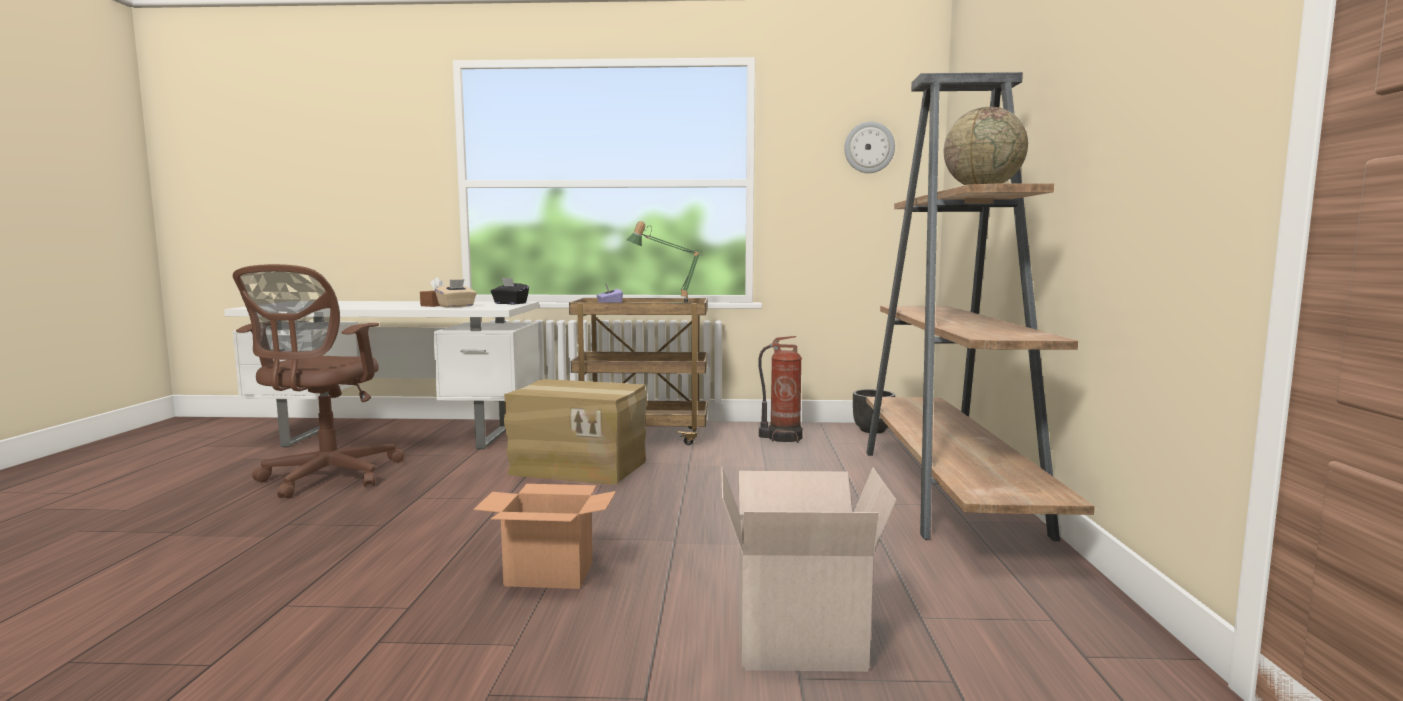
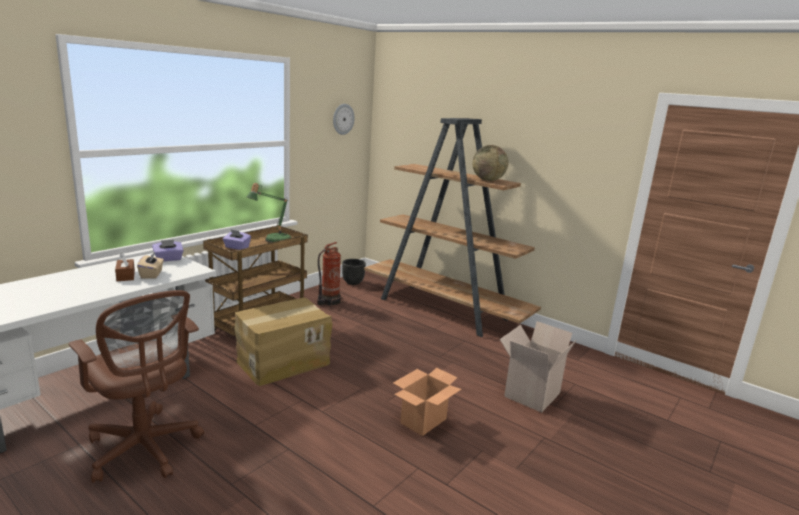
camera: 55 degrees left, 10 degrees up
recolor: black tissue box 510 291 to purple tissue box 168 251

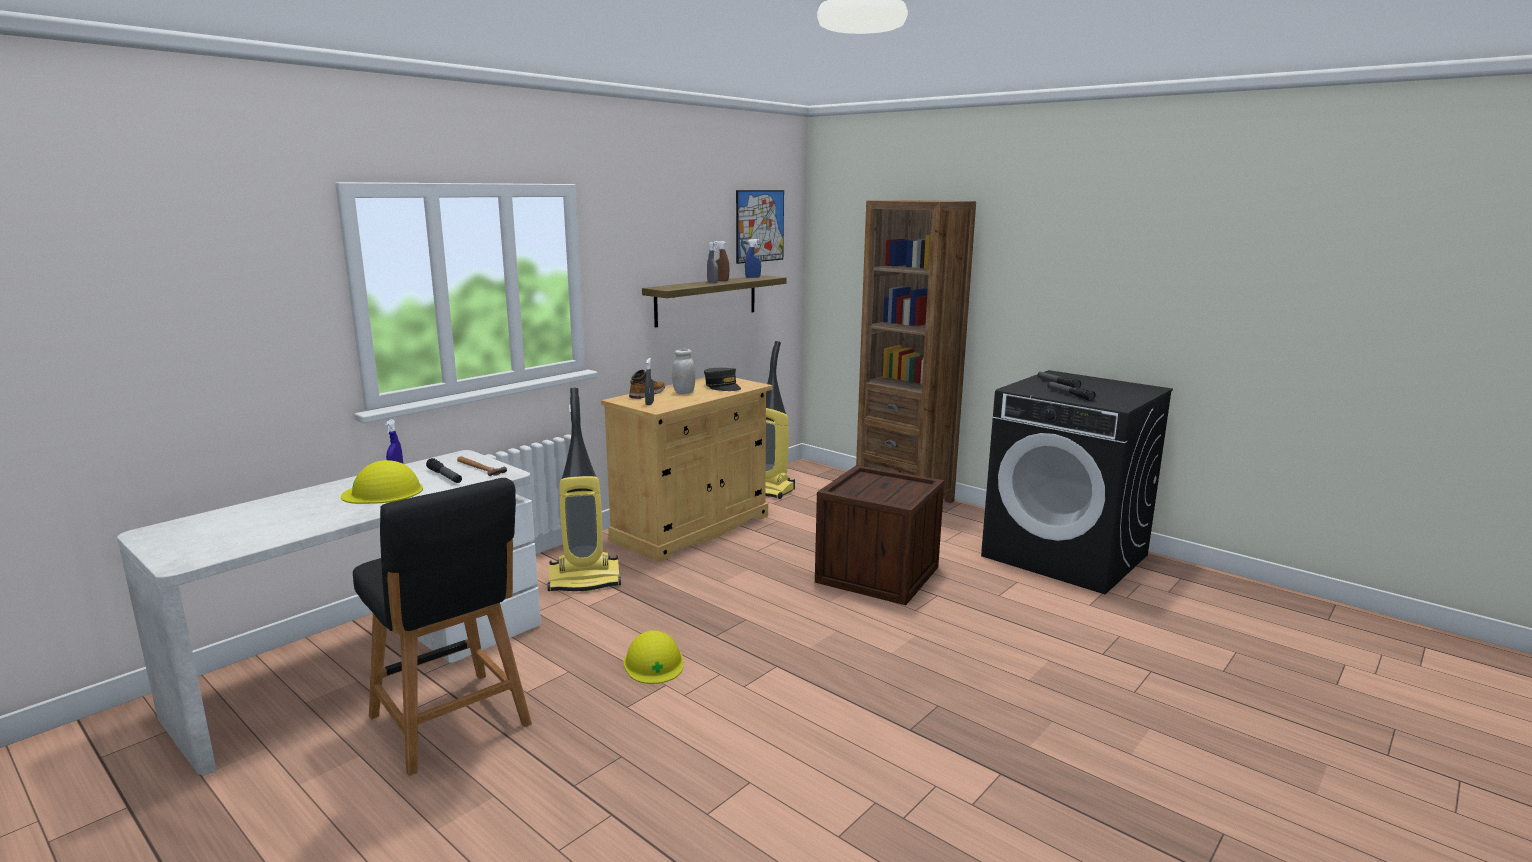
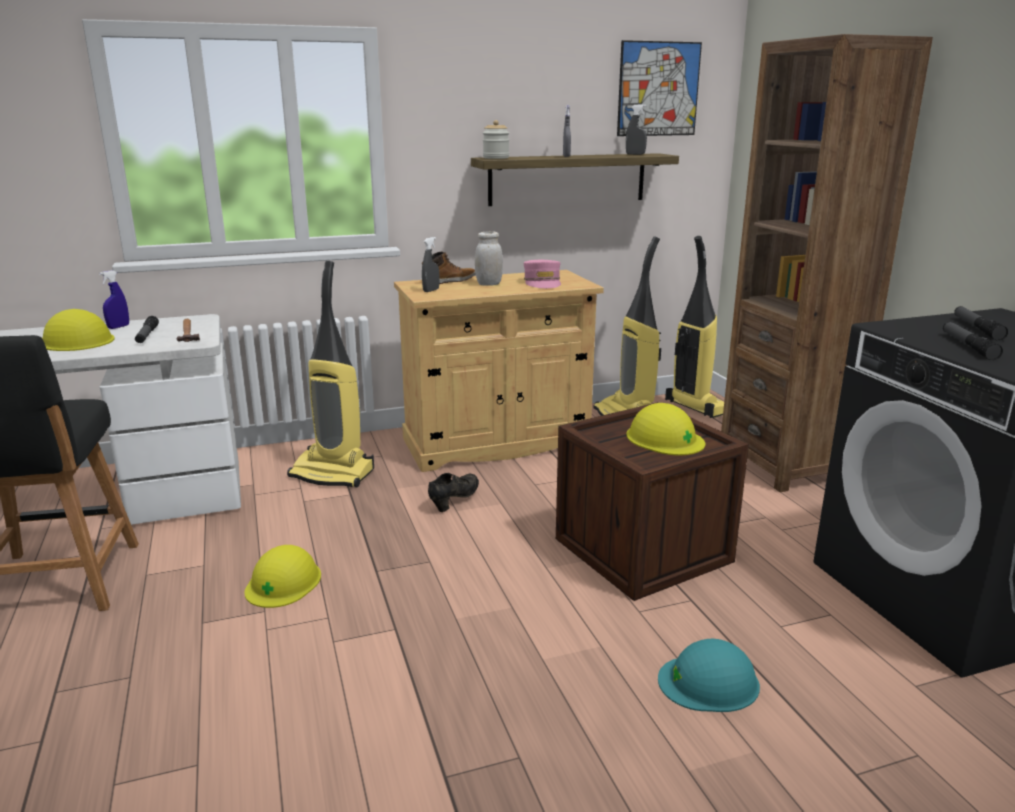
camera: 30 degrees right, 5 degrees up
delete: brown spray bottle 721 261
insert: black shoe 453 492; jar 496 139; yellow hard hat 665 429; turquoise hard hat 709 675; vacuum cleaner 694 327
recolor: grey cap 722 379 to pink cap 542 274; blue spray bottle 753 258 to grey spray bottle 636 129

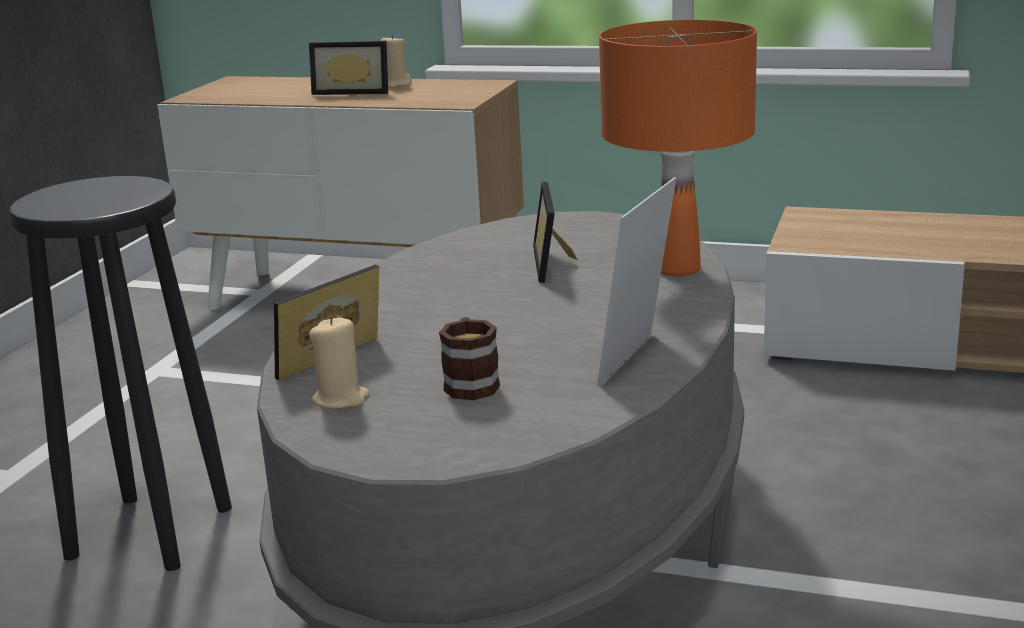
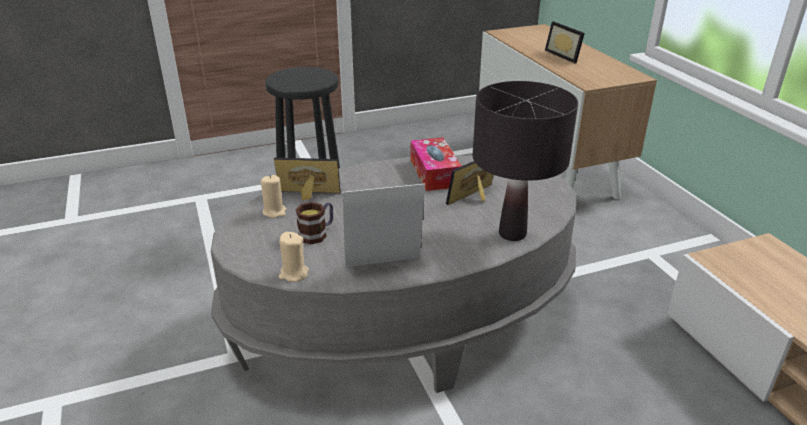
camera: 50 degrees right, 10 degrees up
insert: tissue box 436 164
move: beige candle 396 61 to 294 257
recolor: orange table lamp 678 148 to black table lamp 525 161

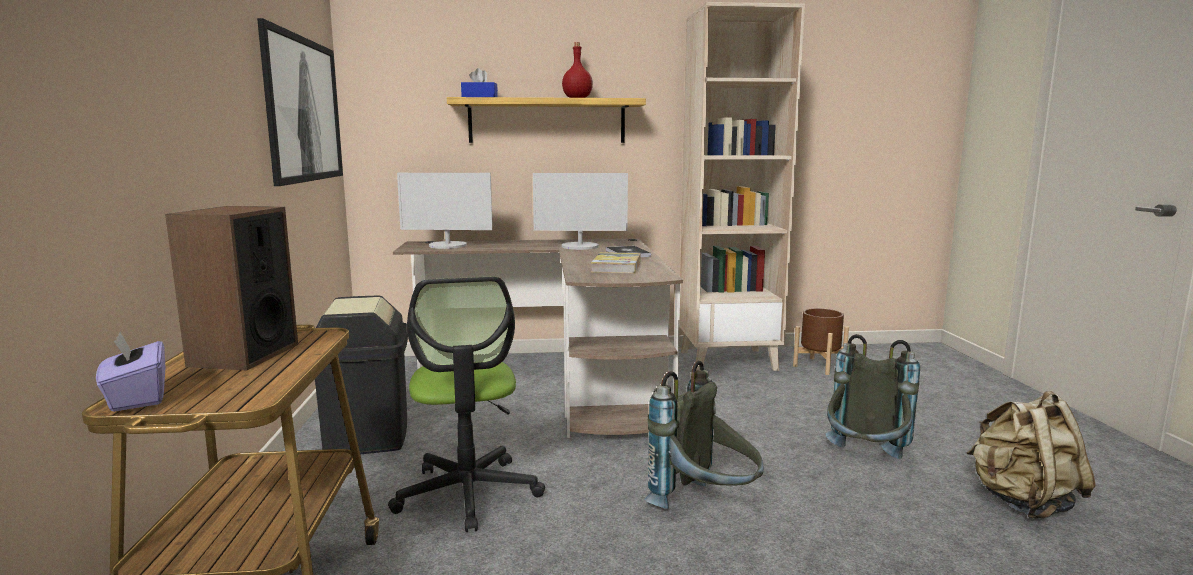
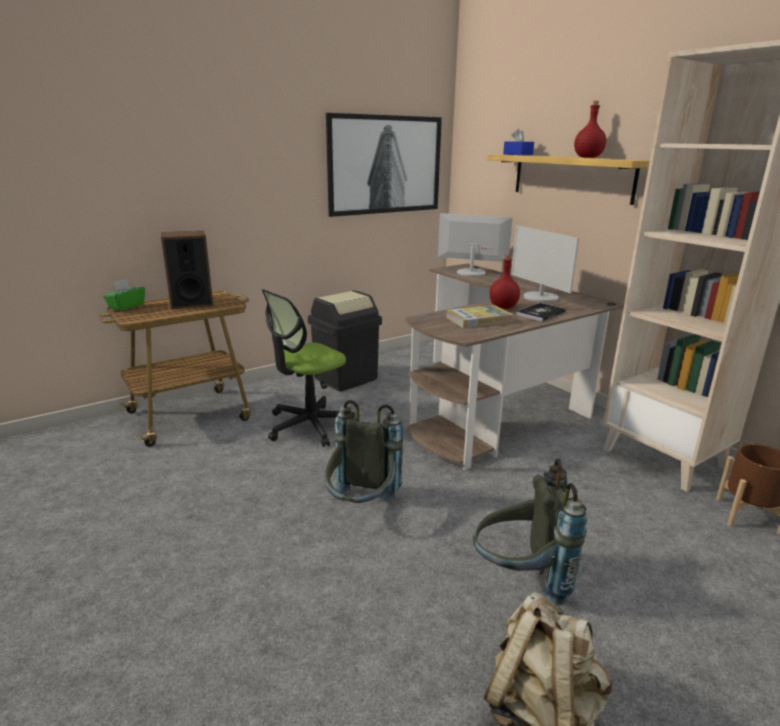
camera: 60 degrees right, 10 degrees up
insert: red bottle 504 282
recolor: purple tissue box 130 372 to green tissue box 124 295
rotate: monitor 445 211 = 475 245 135 degrees clockwise

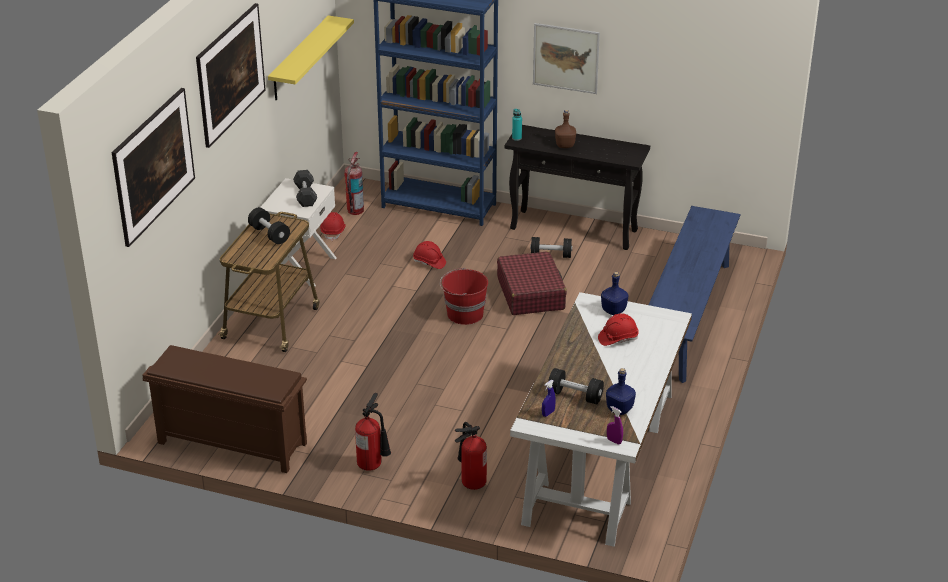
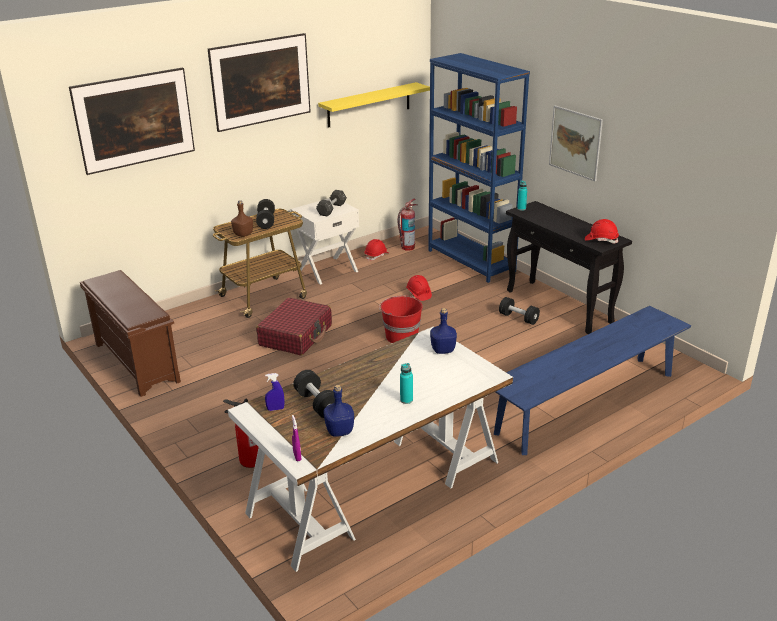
camera: 35 degrees right, 5 degrees down
delete: fire extinguisher 373 432
insert: turquoise bottle 406 383
move: brown bottle 565 129 to 242 218; red suitcase 532 283 to 294 326; red hard hat 618 329 to 602 231

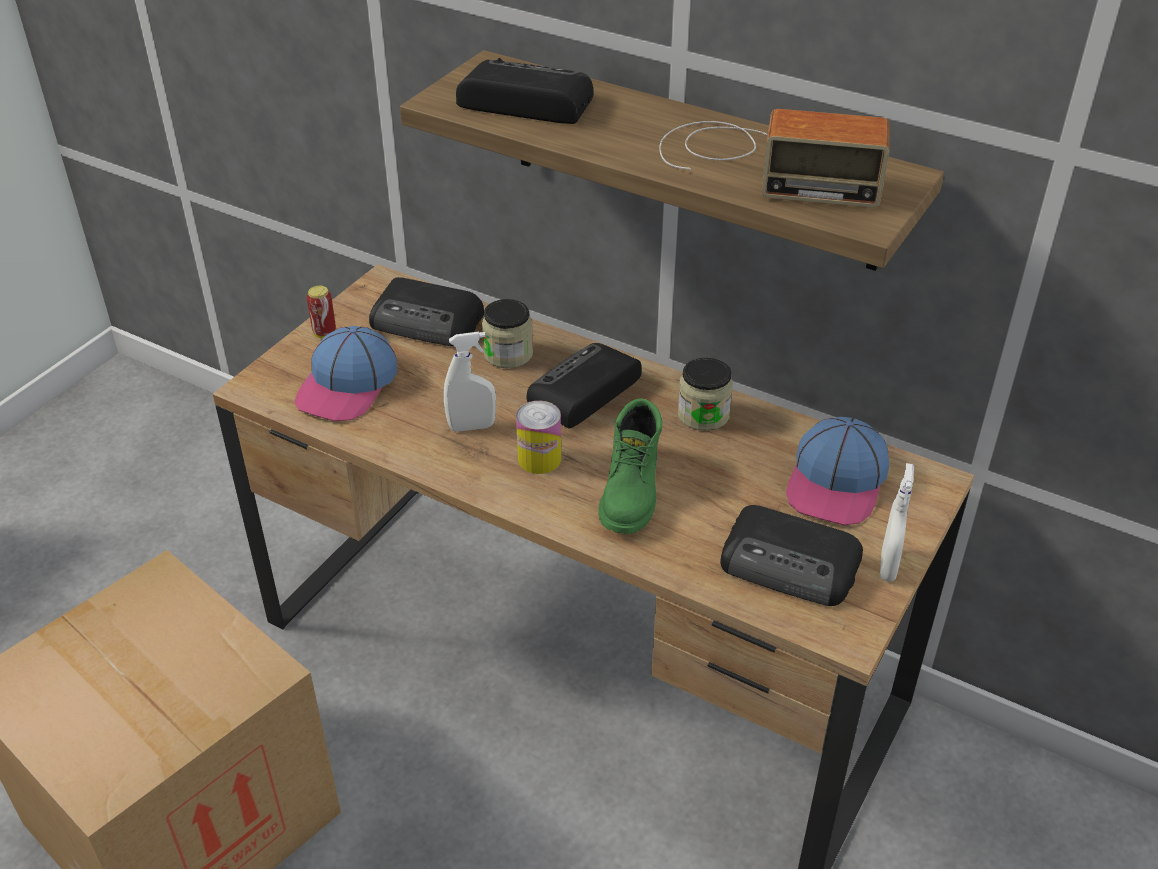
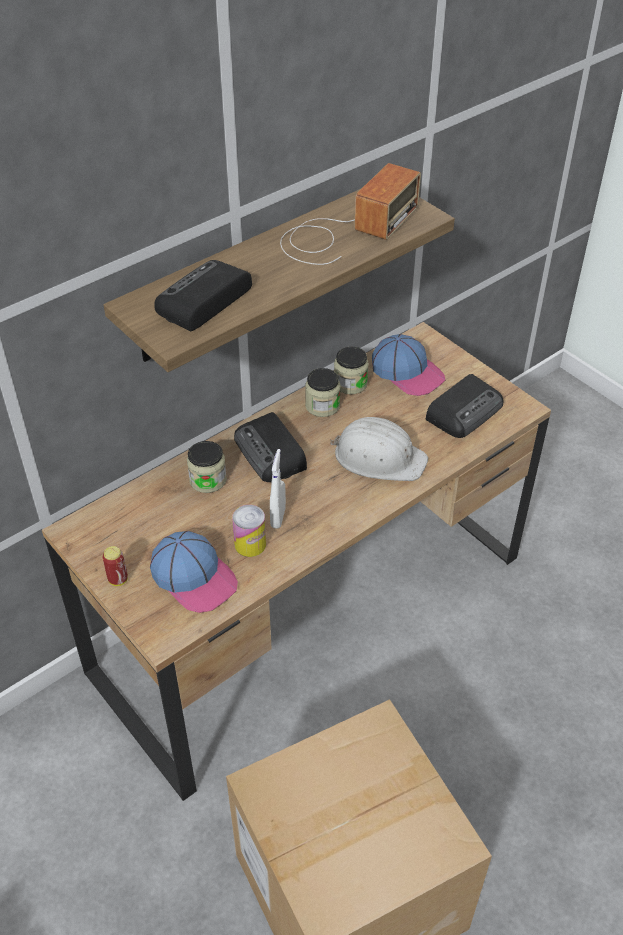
camera: 70 degrees left, 5 degrees up
delete: radio 426 311; white spray bottle 897 522
insert: jar 351 370
move: can 538 437 to 249 531
replace: green boot 630 466 to white hard hat 379 449

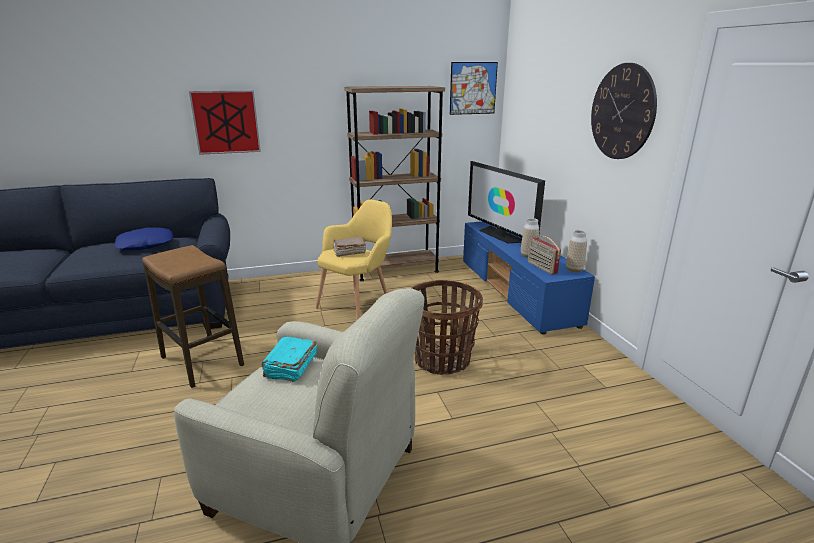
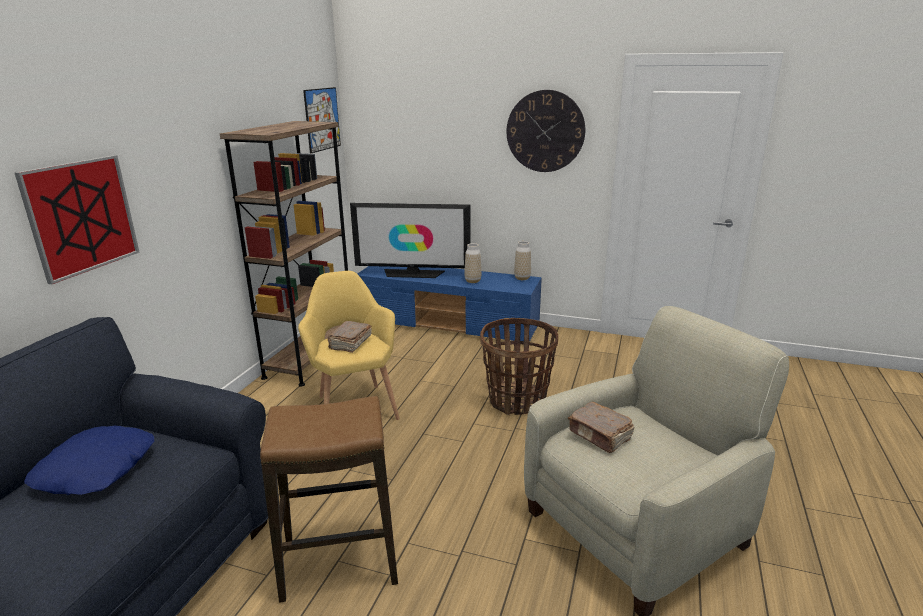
camera: 55 degrees left, 0 degrees up
delete: radio 544 255
recolor: turquoise book 289 359 to brown book 601 427

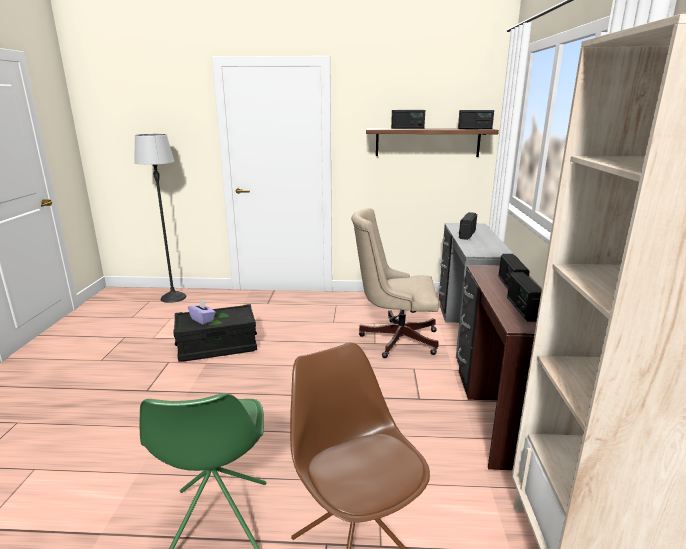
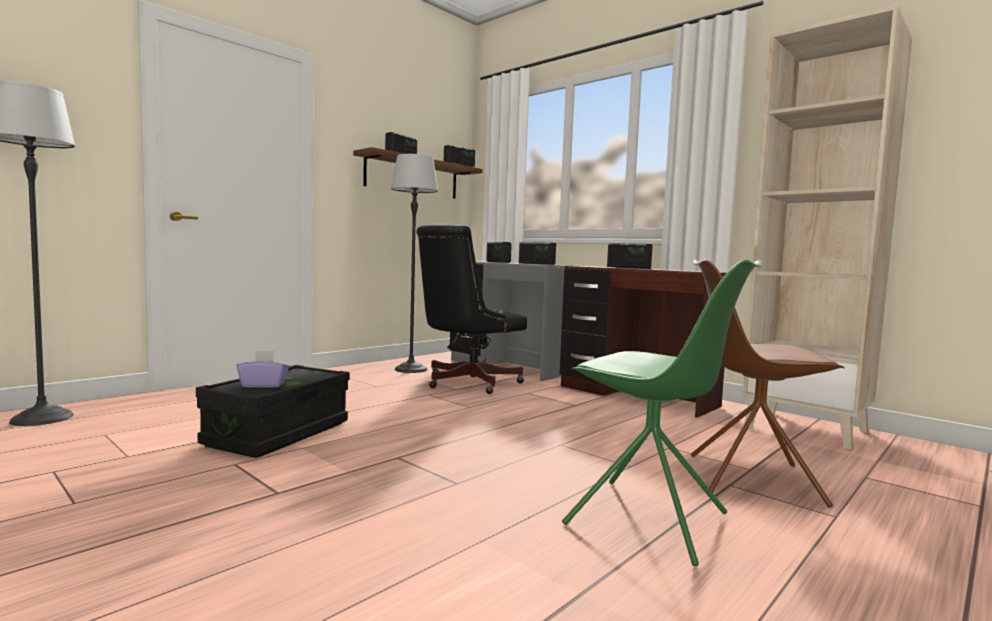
camera: 50 degrees left, 15 degrees down
insert: floor lamp 414 263
move: radio 524 296 to 537 253
recolor: beige office chair 395 283 to black office chair 471 309

